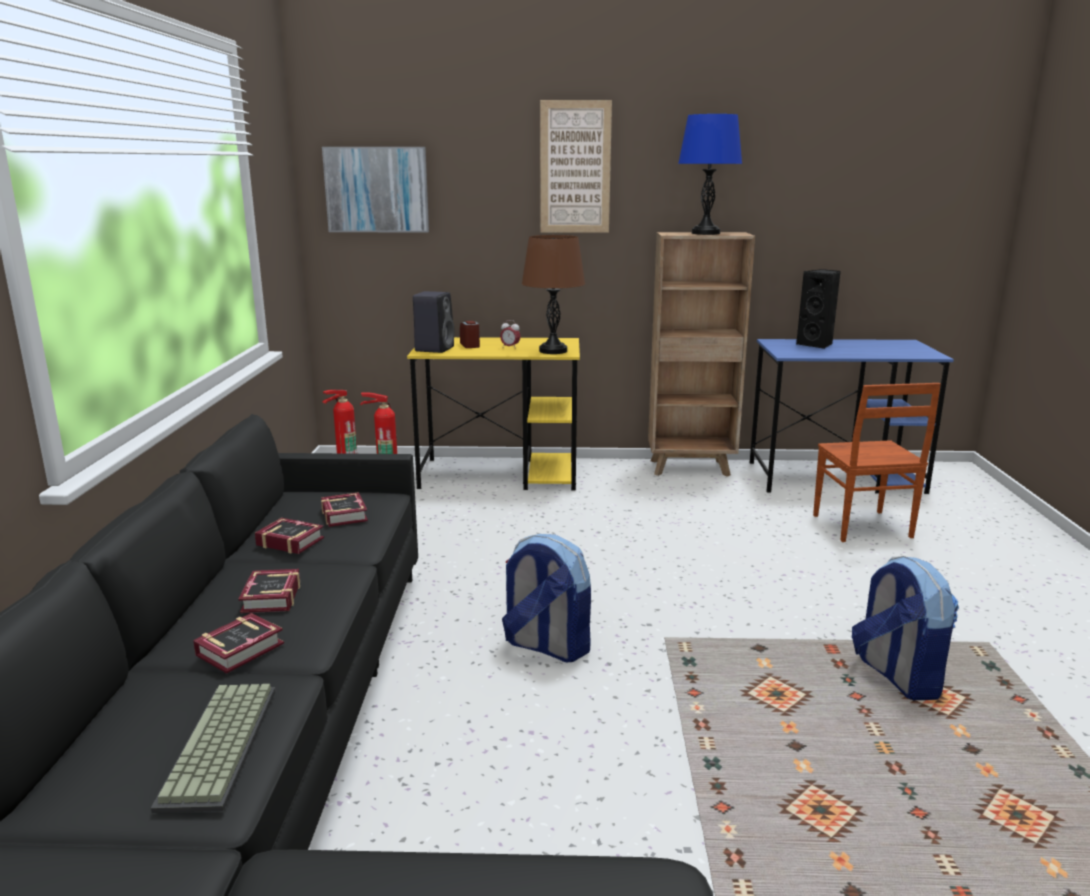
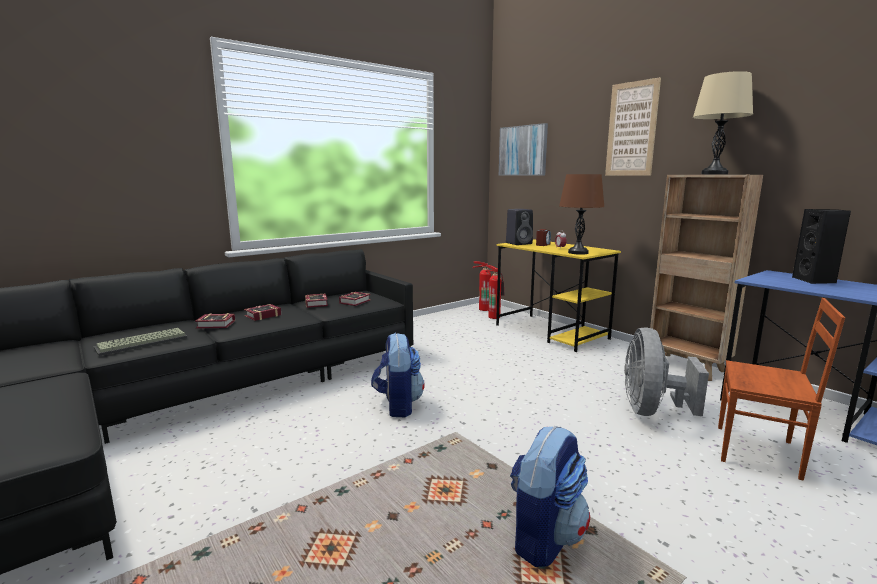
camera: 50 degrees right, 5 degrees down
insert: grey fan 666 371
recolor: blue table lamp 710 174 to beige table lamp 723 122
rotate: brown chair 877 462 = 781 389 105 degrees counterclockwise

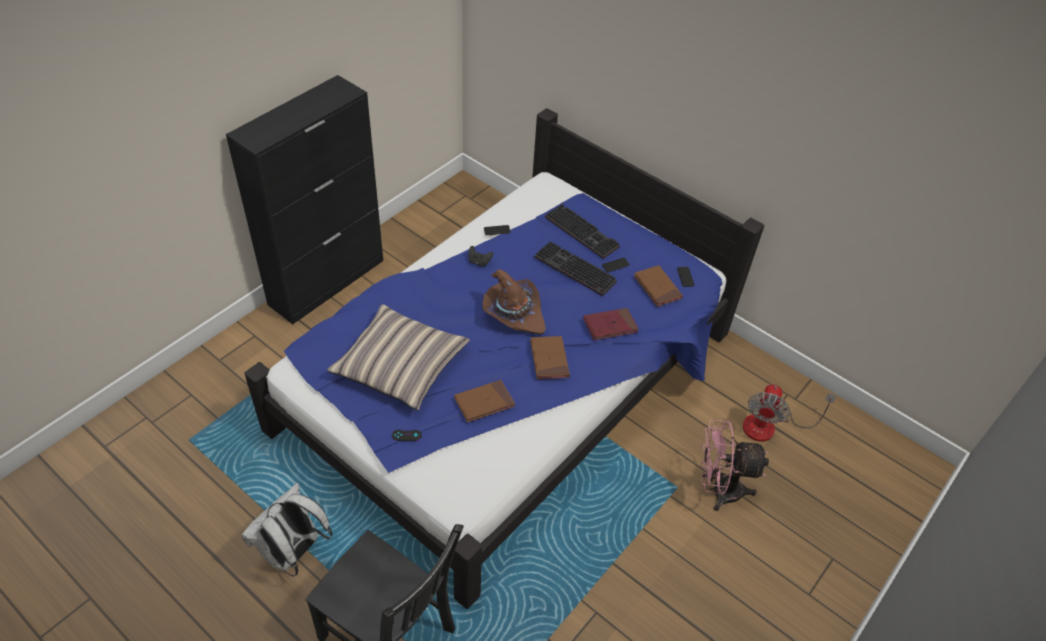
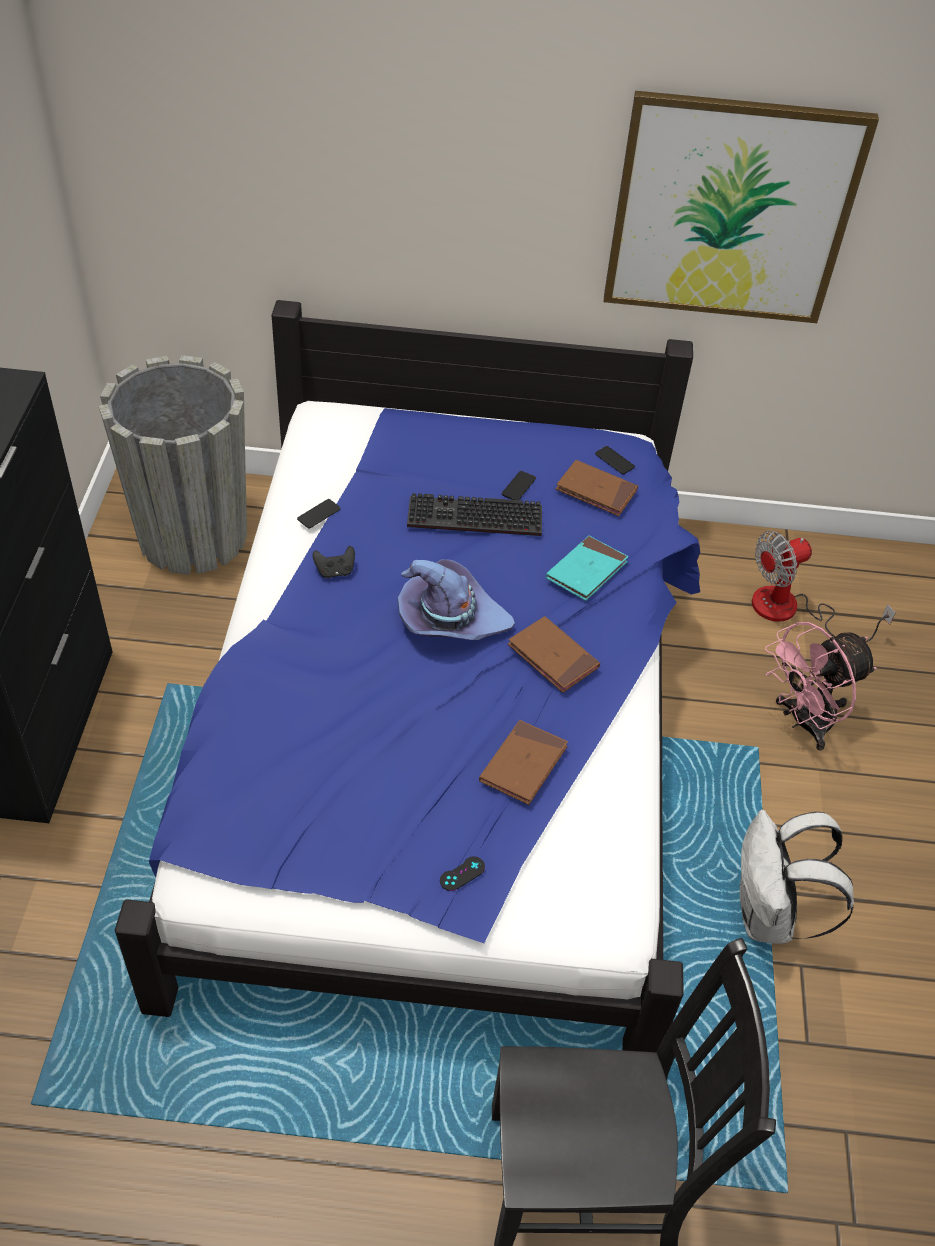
camera: 35 degrees left, 0 degrees up
delete: pillow 398 357; keyboard 582 231
insert: grey planter 173 465; picture 741 207
move: white backpack 287 530 to 797 877
recolor: brown hat 514 302 to purple hat 456 599; red book 611 324 to turquoise book 587 568
rotate: fan 790 413 = 824 586 75 degrees clockwise

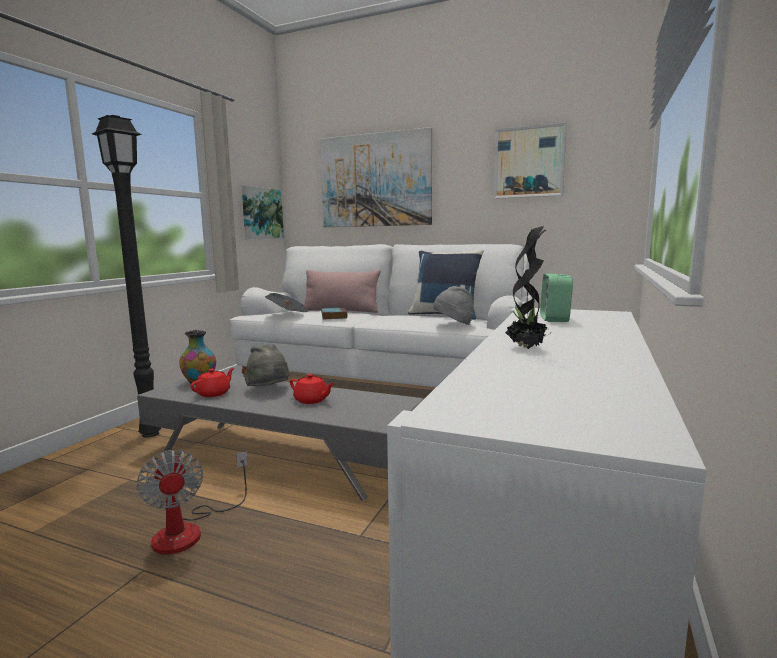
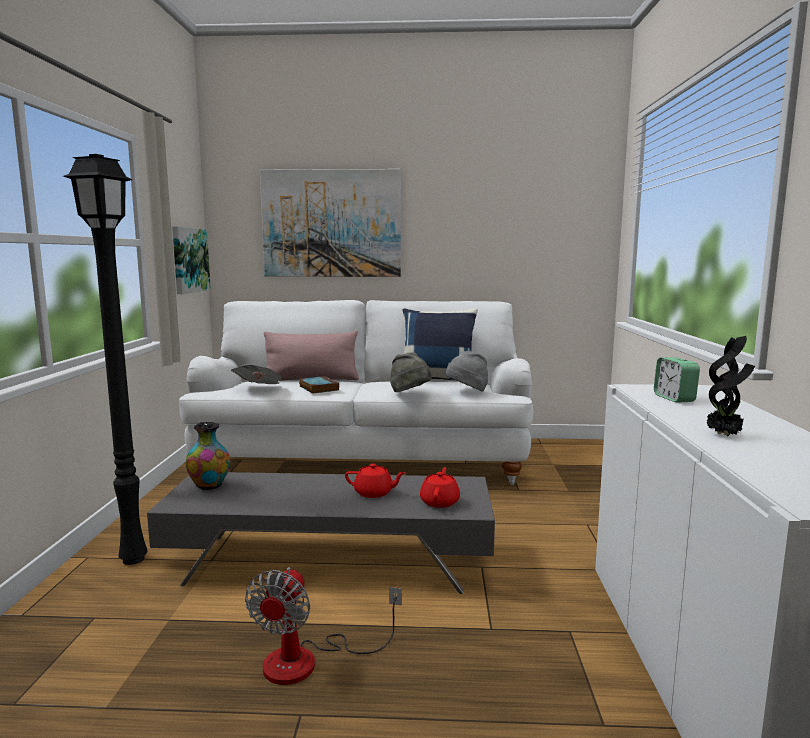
camera: 20 degrees left, 0 degrees up
delete: picture 530 161
move: grey hat 266 365 to 411 372; red teapot 212 382 to 440 487
rotate: fan 192 502 = 323 626 60 degrees clockwise

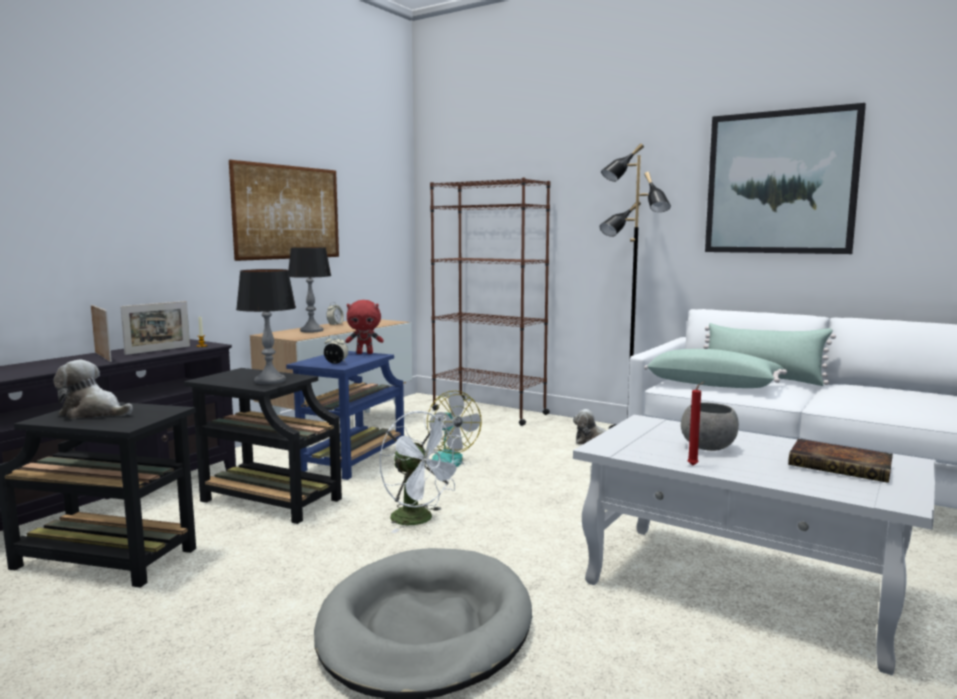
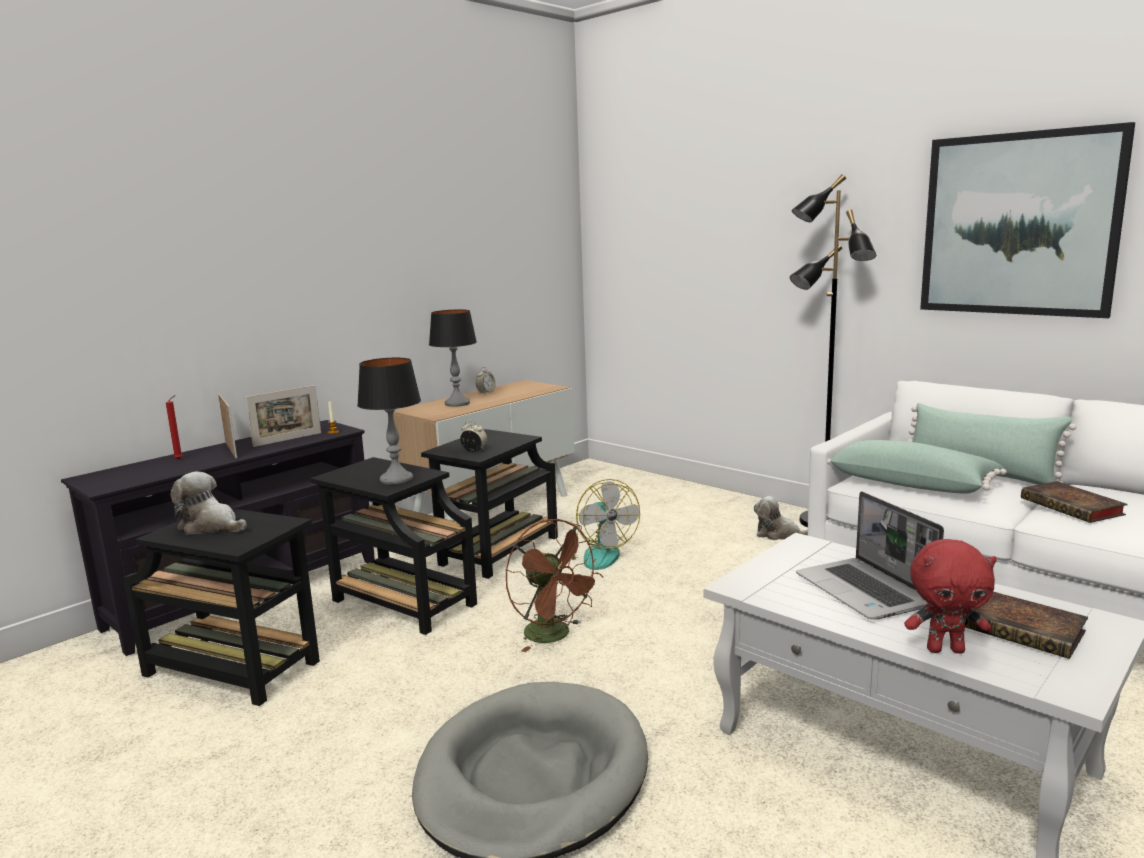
camera: 10 degrees right, 5 degrees up
delete: picture 284 210; brown bookcase 490 302
insert: book 1074 502
move: red candle 696 424 to 174 427; red plush toy 364 327 to 950 596
replace: grey bowl 710 426 to laptop 870 555
recolor: blue side table 345 415 to black side table 489 504; white fan 422 472 to brown fan 554 585

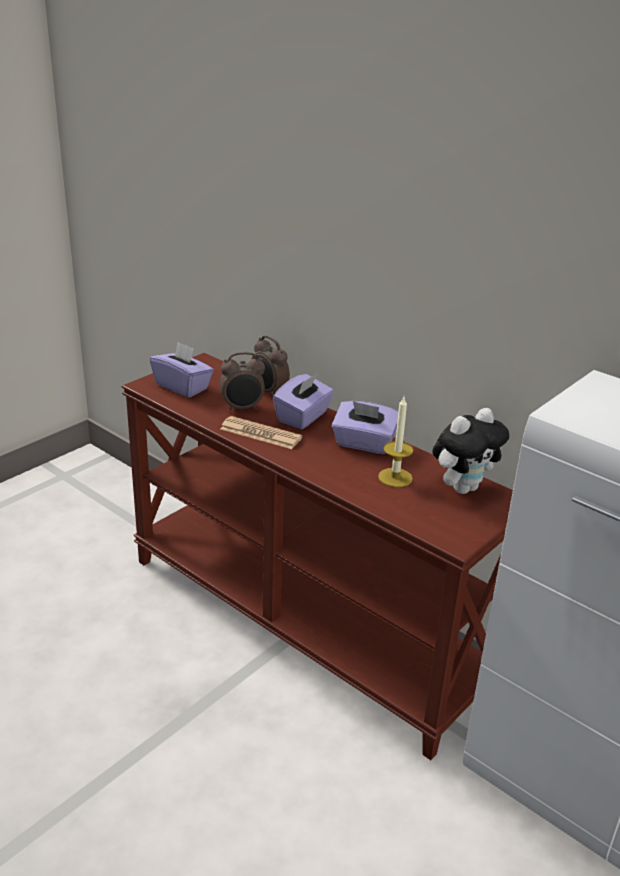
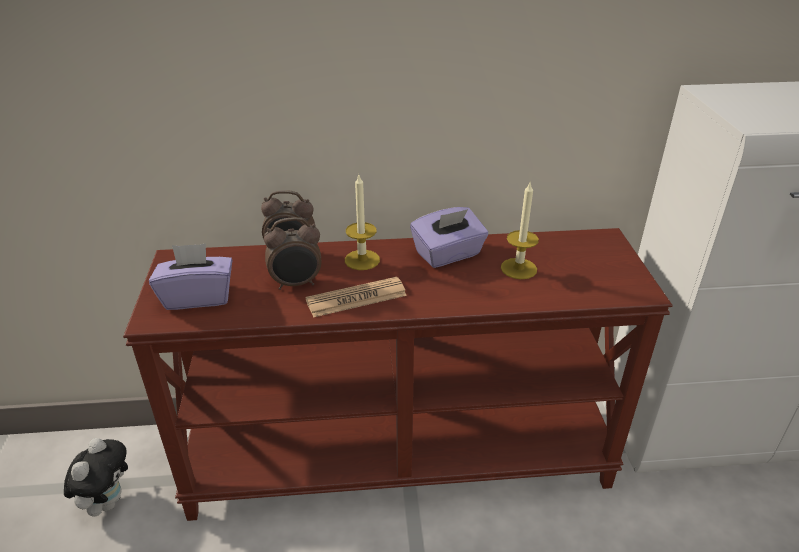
camera: 45 degrees left, 5 degrees up
move: plush toy 470 451 to 96 477
replace: purple tissue box 303 401 to candle 362 222
rotate: alarm clock 242 382 = 292 253 45 degrees clockwise

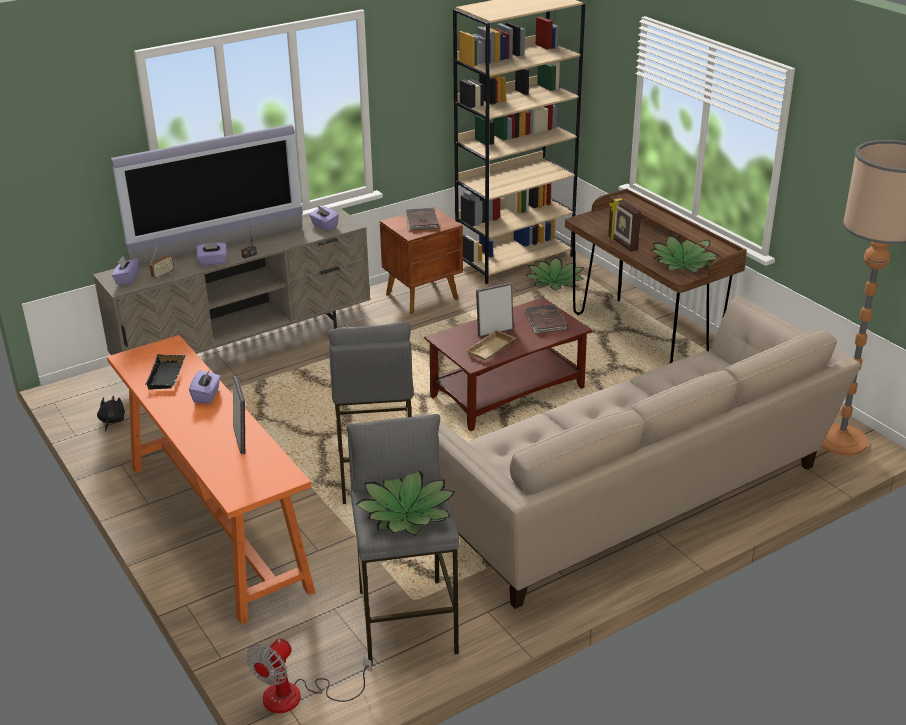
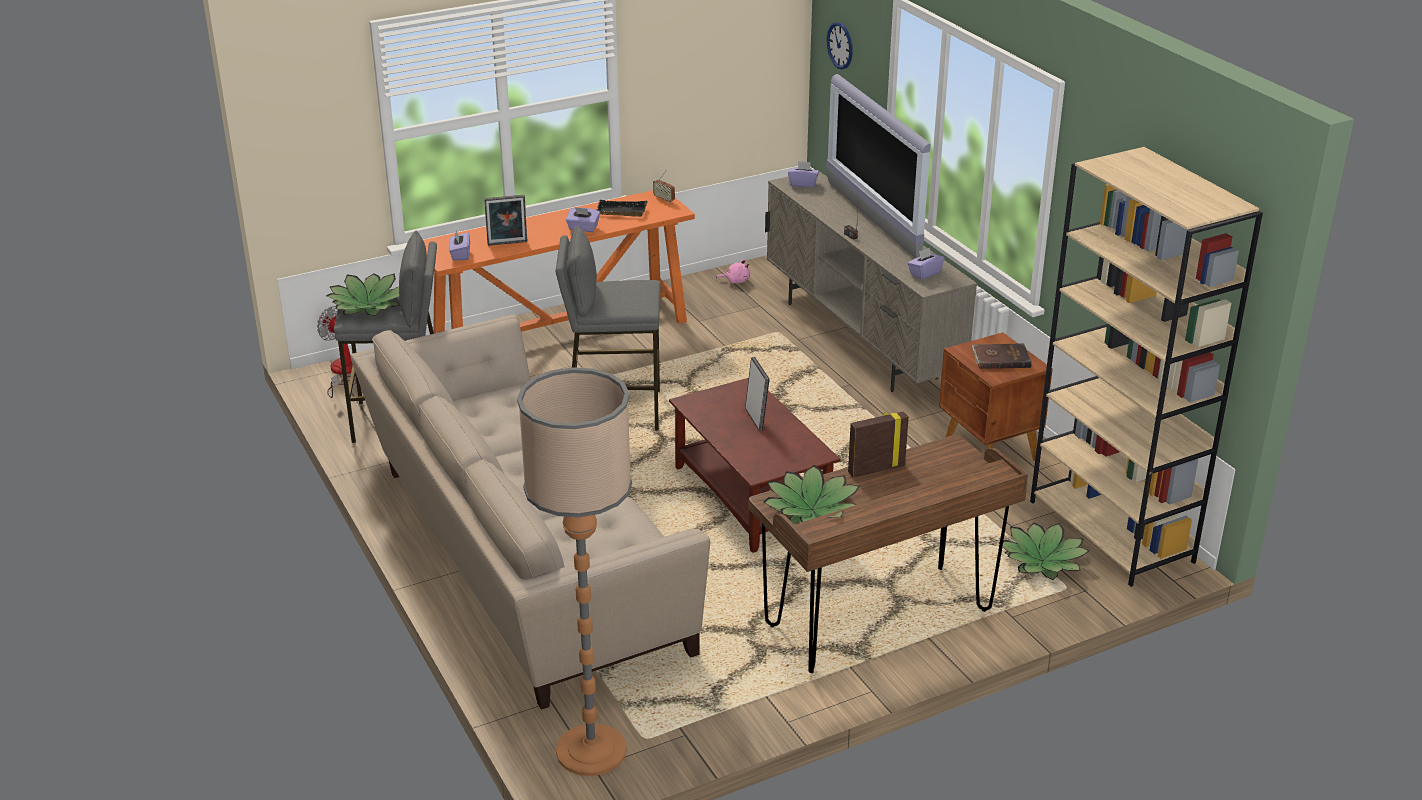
camera: 95 degrees right, 0 degrees up
delete: beige tray 490 345; brown book 546 319
insert: wall clock 840 46
move: purple tissue box 211 254 to 459 246; radio 162 262 to 664 186
recolor: black plush toy 111 414 to pink plush toy 733 271

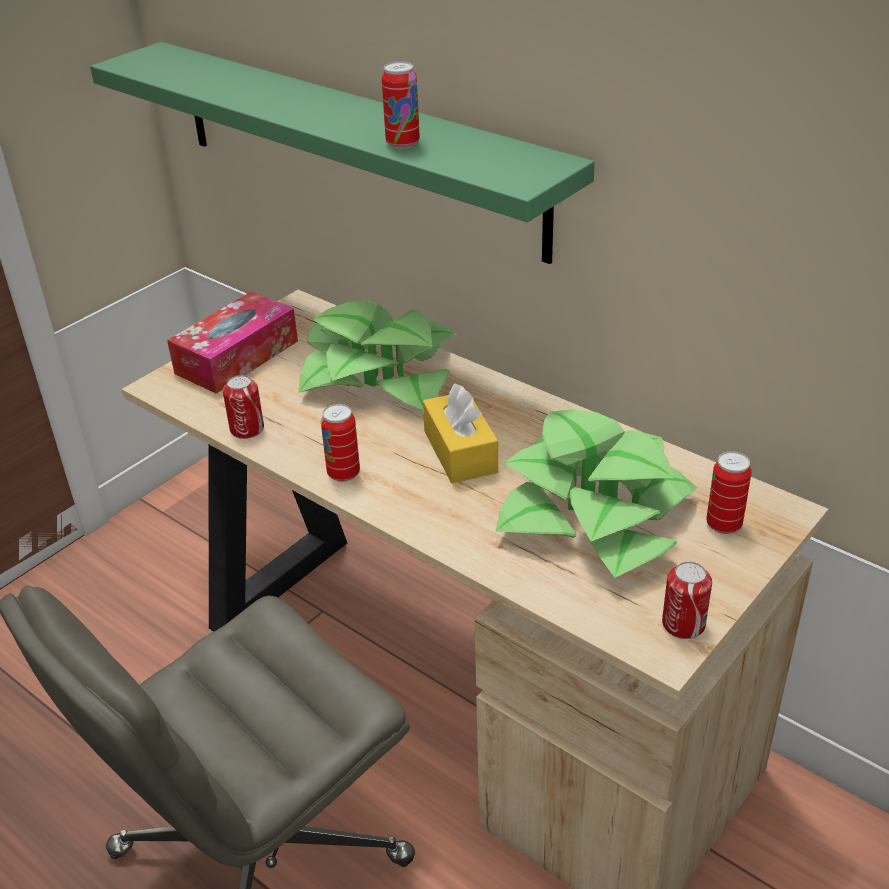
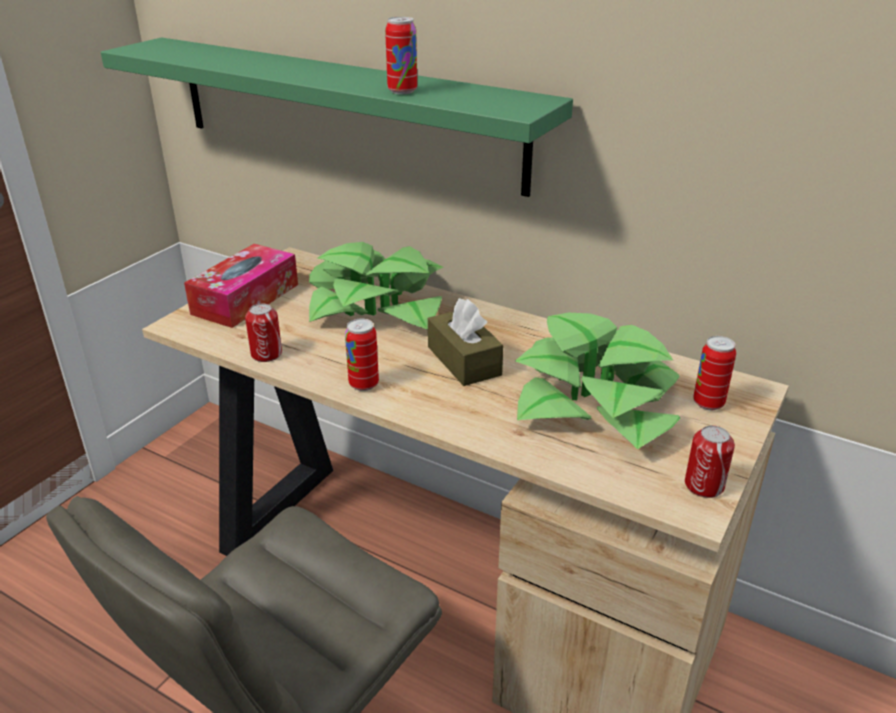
camera: 10 degrees left, 5 degrees down
recolor: yellow tissue box 460 433 to brown tissue box 465 342

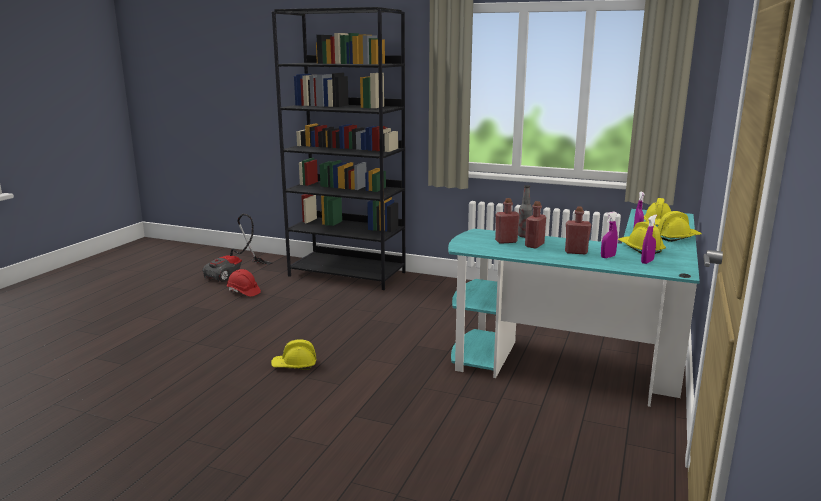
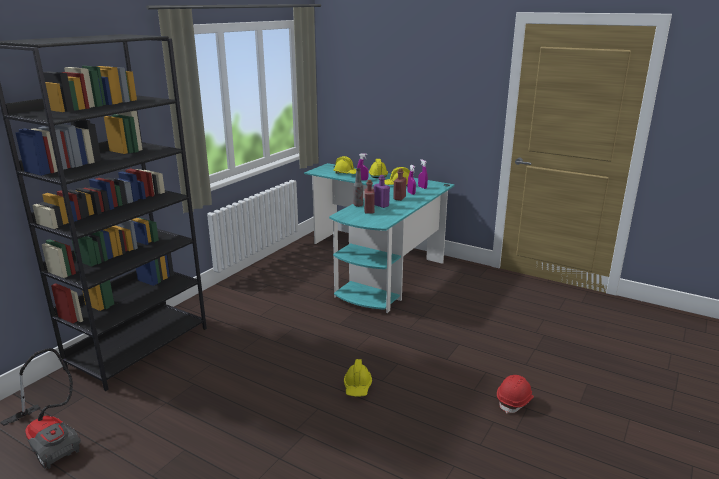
camera: 80 degrees left, 5 degrees up
move: red hard hat 244 283 to 515 394
recolor: red bottle 535 225 to purple bottle 382 191

